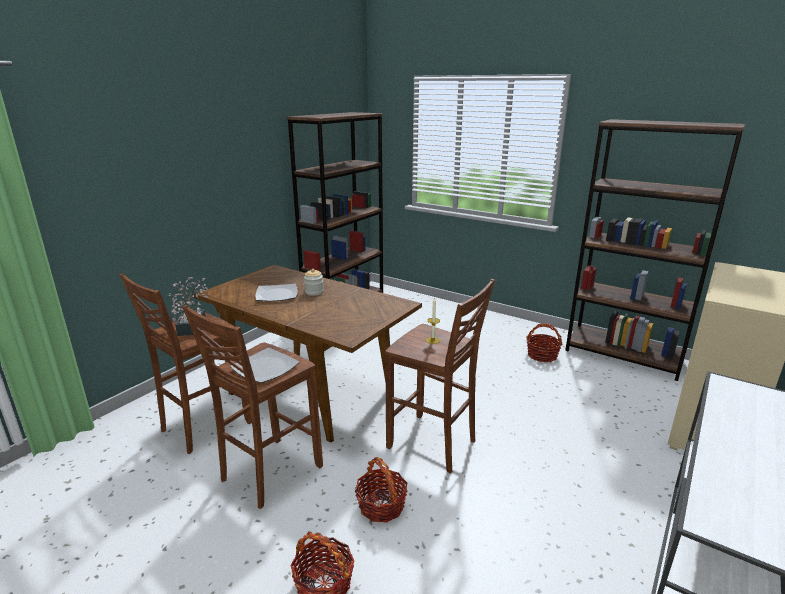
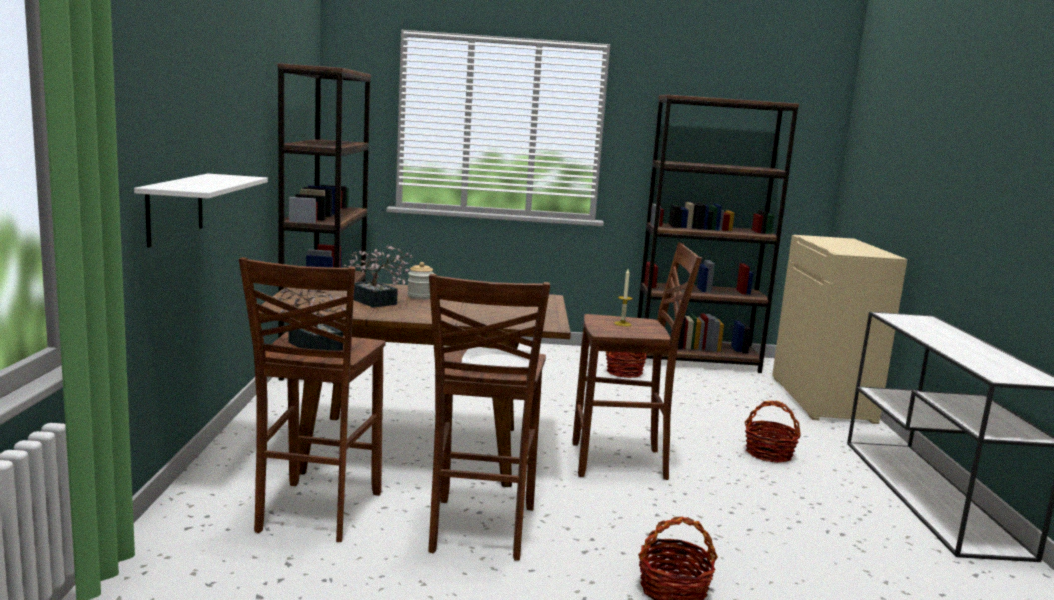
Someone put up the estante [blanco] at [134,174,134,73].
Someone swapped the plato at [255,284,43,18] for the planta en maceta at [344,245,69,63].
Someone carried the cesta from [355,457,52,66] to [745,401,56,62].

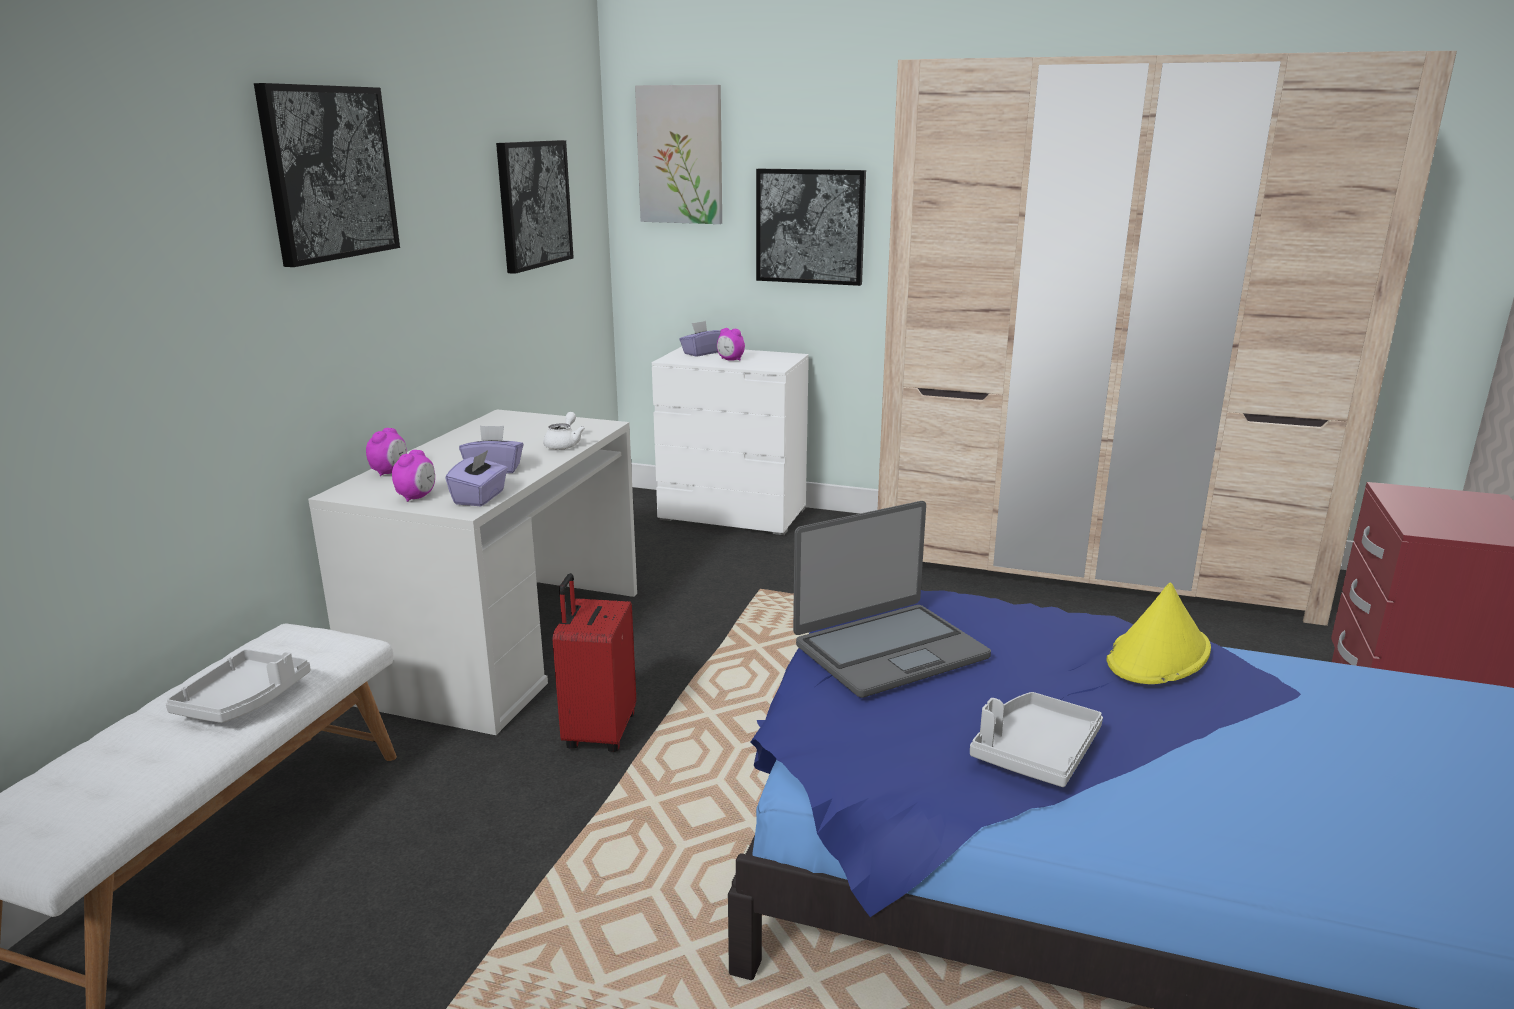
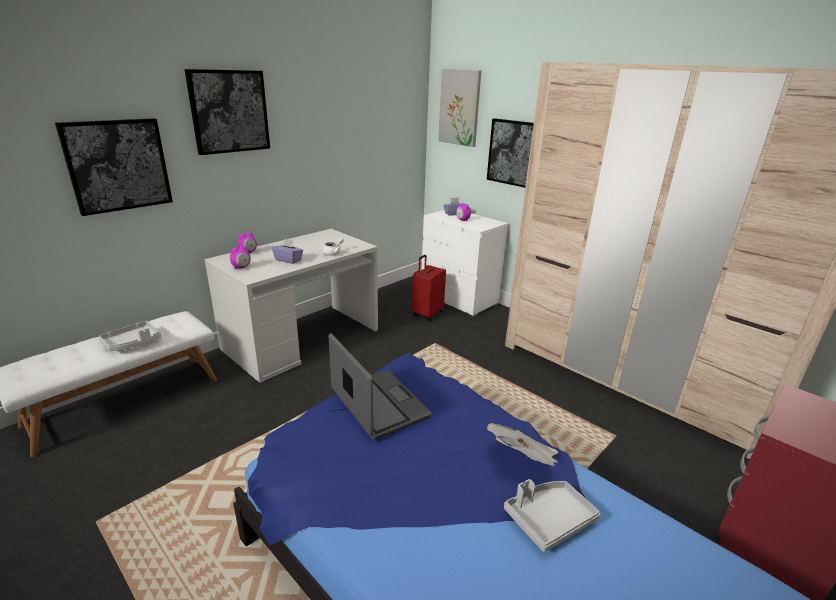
Someone carried the cuadro from [496,140,78,134] to [55,118,118,98].
Someone rotated the portátil at [793,501,198,197] by 120 degrees counterclockwise.
Someone carried the maleta [rojo] from [552,573,84,179] to [412,255,34,66].
Someone swapped the sombrero [amarillo] at [1107,582,104,102] for the periódico at [487,423,71,43].
Someone carried the bandeja [gris] from [970,692,133,95] to [504,479,96,73].
Someone took away the caja de pañuelos [morado] at [445,450,63,56].

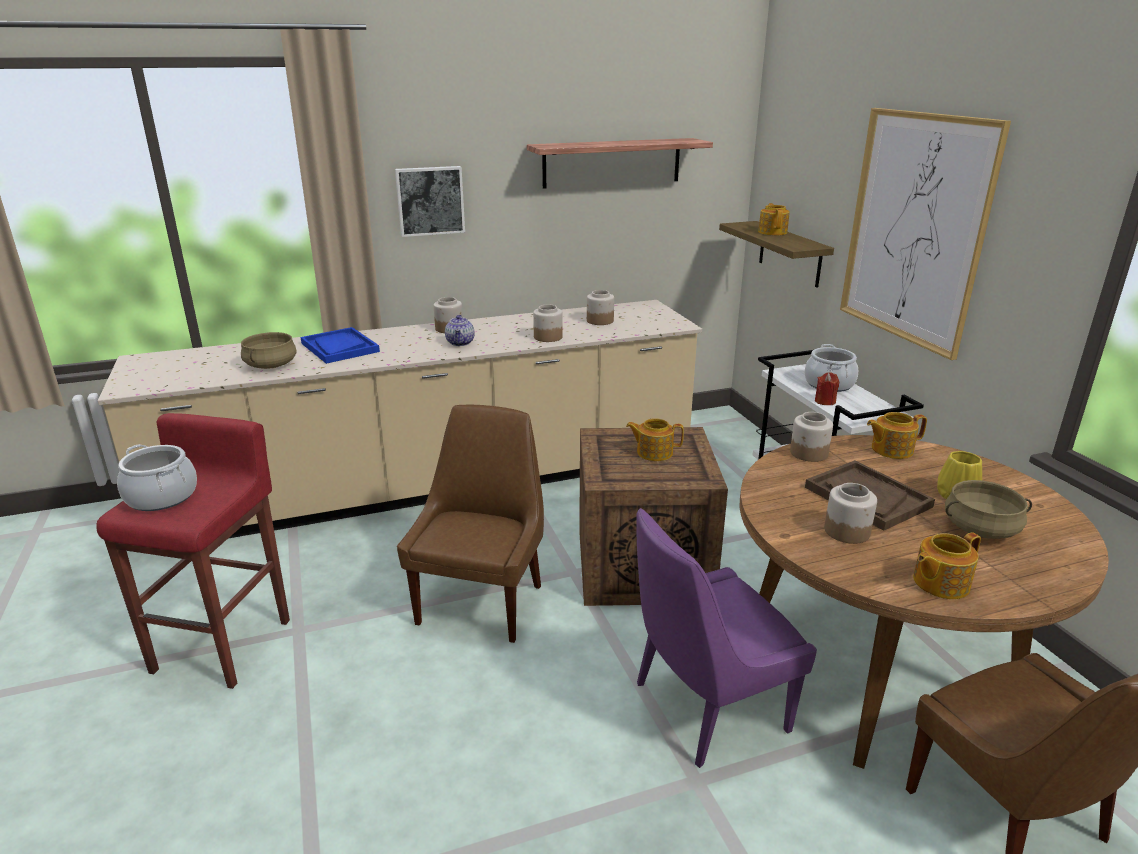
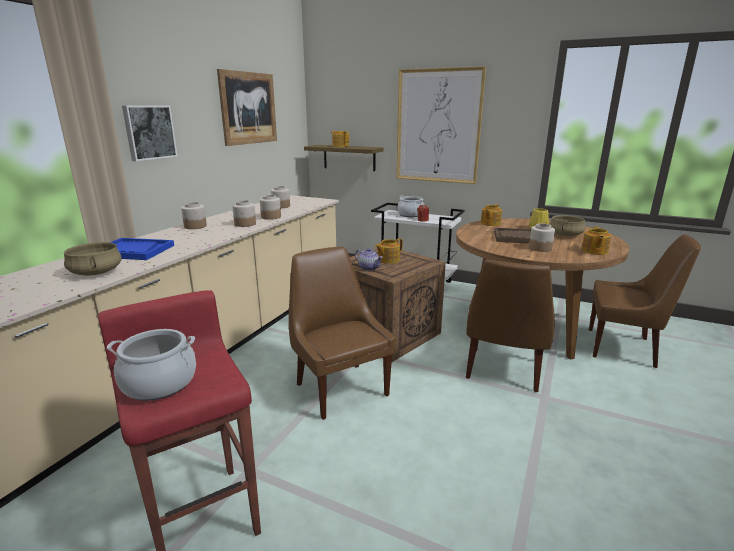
Someone swapped the estante at [527,138,186,51] for the cuadro at [217,69,60,77].
Someone carried the tarro from [790,412,43,50] to [232,200,24,27].
Someone carried the tetera from [445,315,30,31] to [355,248,28,23].
Someone repainted the silla [morado] at [636,508,181,260], which became the silla [marrón] at [466,259,89,133].

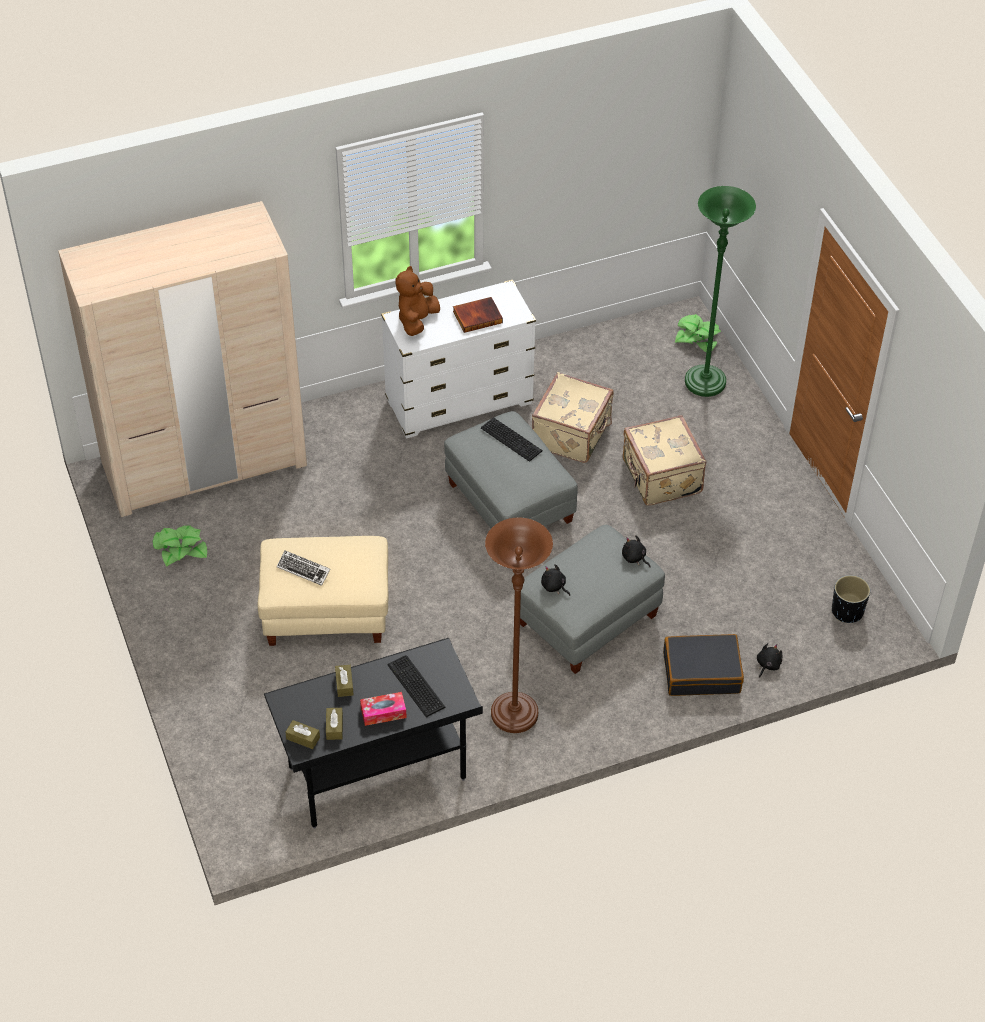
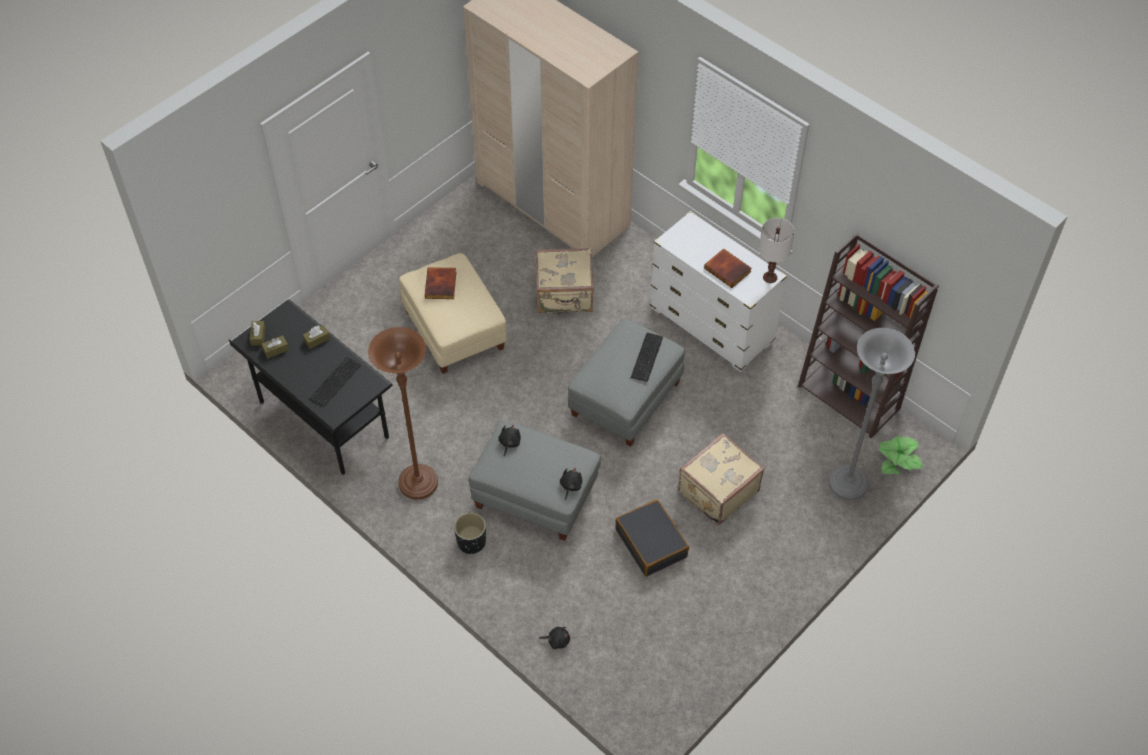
Someone swapped the teclado at [277,551,53,35] for the libro at [425,267,32,32].
Someone carried the maceta [negro] from [832,575,38,48] to [454,512,32,42].
Someone carried the maleta [beis] from [532,372,82,91] to [536,248,58,65].
Someone carried the maleta [negro] from [663,634,81,62] to [615,499,74,78].
Someone put down the lámpara de mesa [blanco] at [759,218,35,65].
Someone put down the estantería [marrón] at [798,232,141,206].
Someone repainted the lámpara de pie [verde] at [685,186,71,211], which became the lámpara de pie [gris] at [829,328,86,172].
Someone took away the planta en maceta at [153,525,54,42].
Someone took away the caja de pañuelos at [360,692,47,34].
Someone took away the peluche [marrón] at [395,266,45,70].

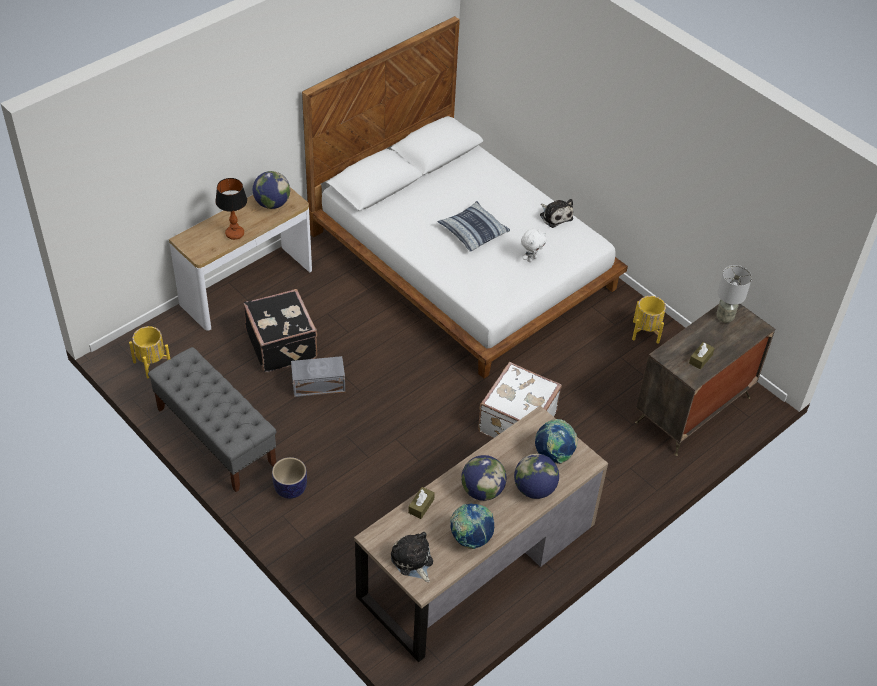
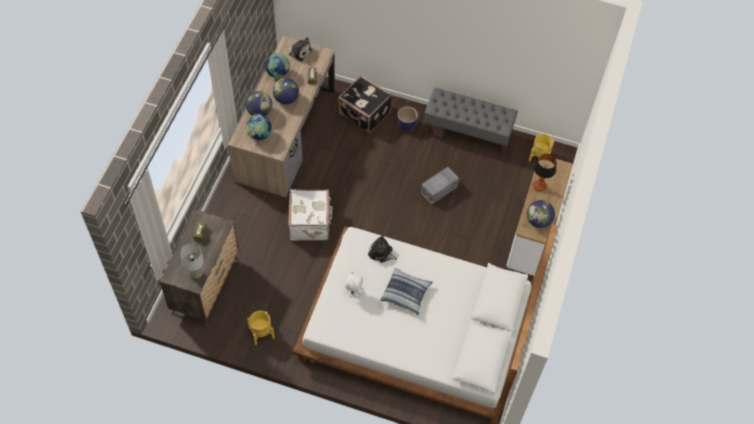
Someone carried the maleta [negro] from [243,289,75,83] to [338,75,54,58].
Someone carried the peluche from [540,199,33,29] to [368,234,30,29].

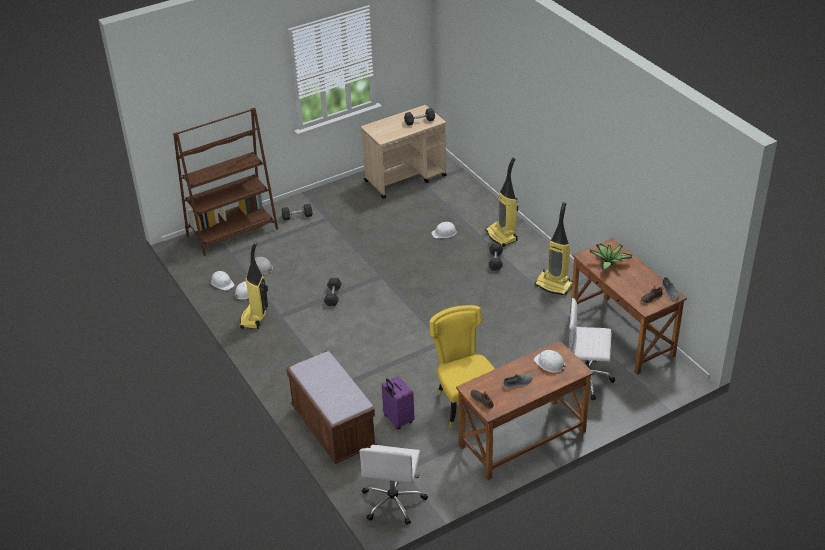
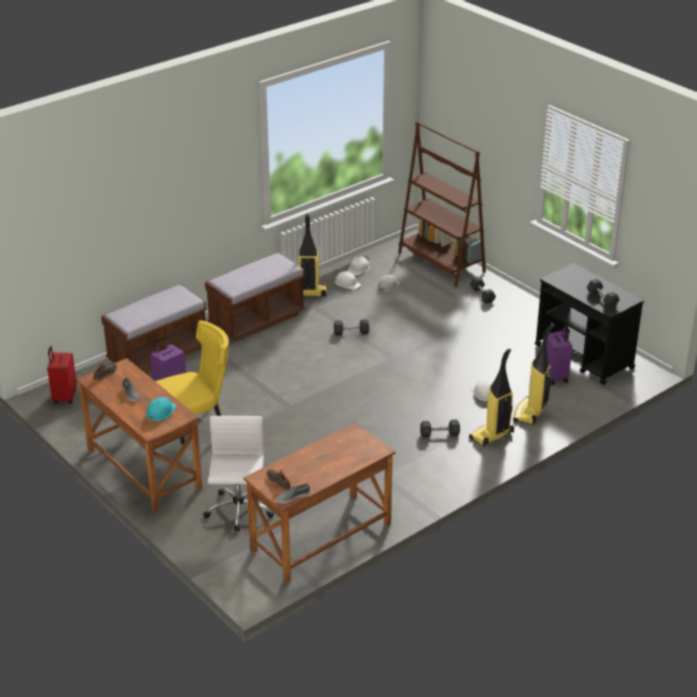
Someone swapped the silla de oficina [blanco] at [360,445,68,80] for the maleta [rojo] at [47,346,30,58].
Someone repainted the casco [blanco] at [534,350,32,23], which became the casco [turquesa] at [146,397,31,24].
Someone put down the banco [marrón] at [205,253,100,89].
Someone carried the aspiradora from [535,202,38,94] to [513,323,41,102].
Someone repainted the carrito [beis] at [361,105,86,94], which became the carrito [negro] at [535,263,109,122].
Someone put down the maleta [morado] at [543,325,29,60].
Someone took away the planta en maceta at [590,244,42,26].

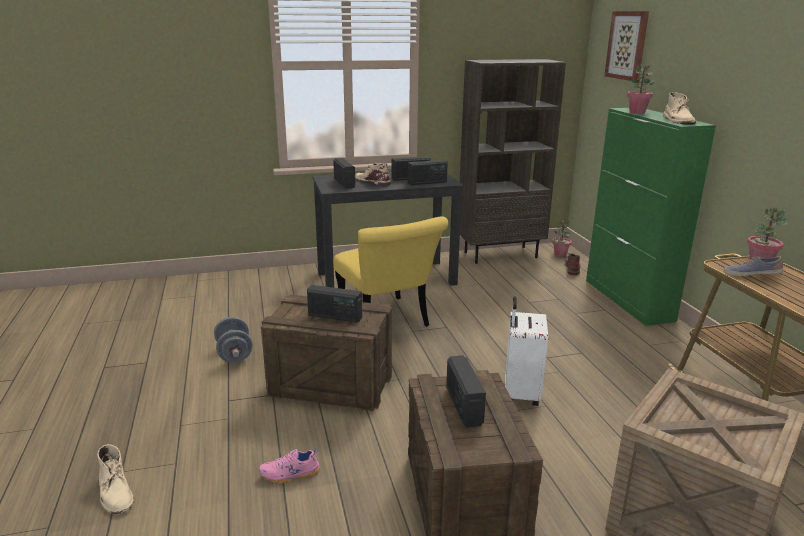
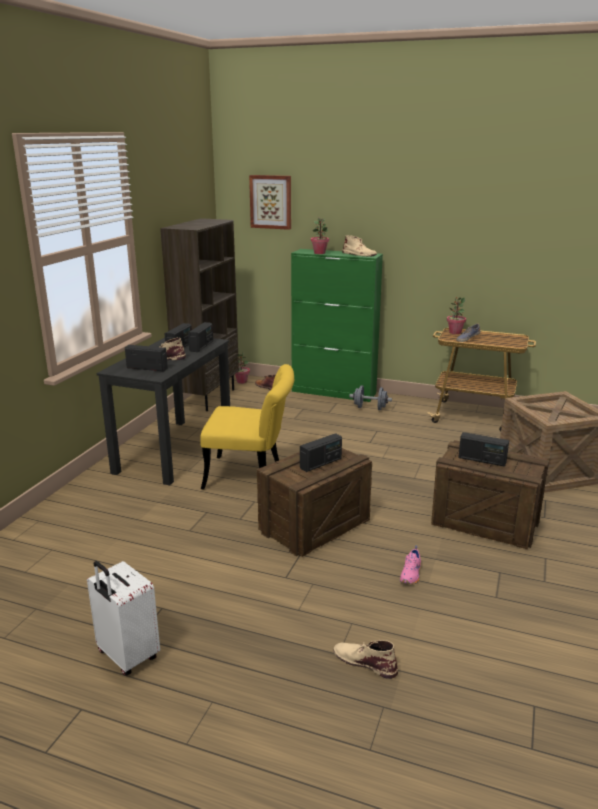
Someone carried the maleta [blanco] from [505,297,43,109] to [87,561,73,115].
Someone rotated the bota [beis] at [97,444,37,70] by 150 degrees counterclockwise.
Someone carried the mancuerna [gris] from [214,317,39,46] to [349,385,43,25].

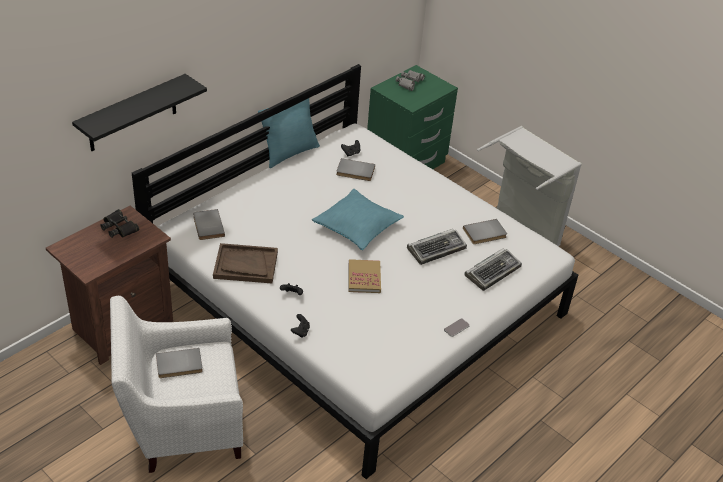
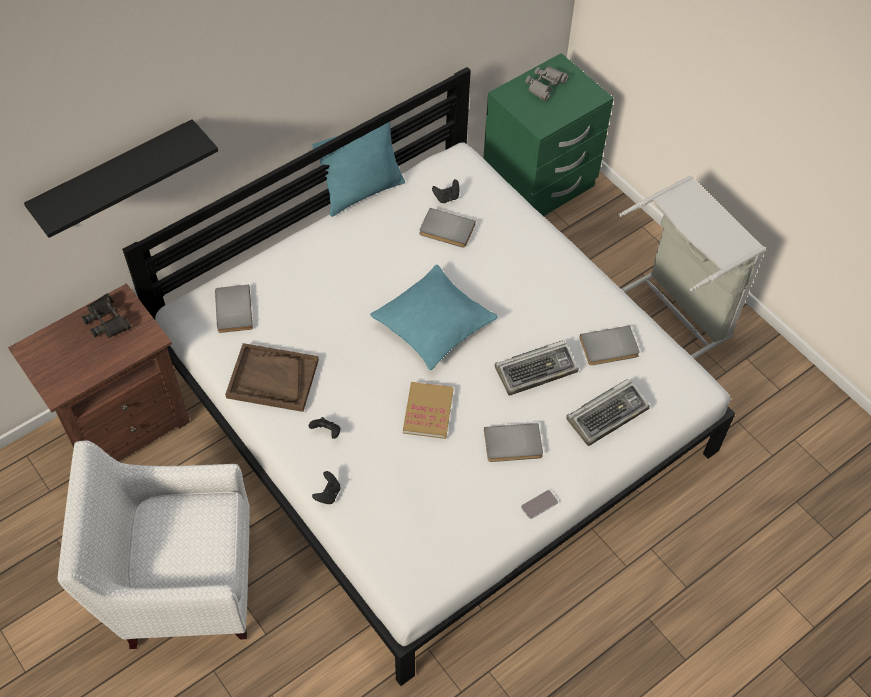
Someone carried the libro [gris] from [156,348,47,30] to [484,423,59,39].

